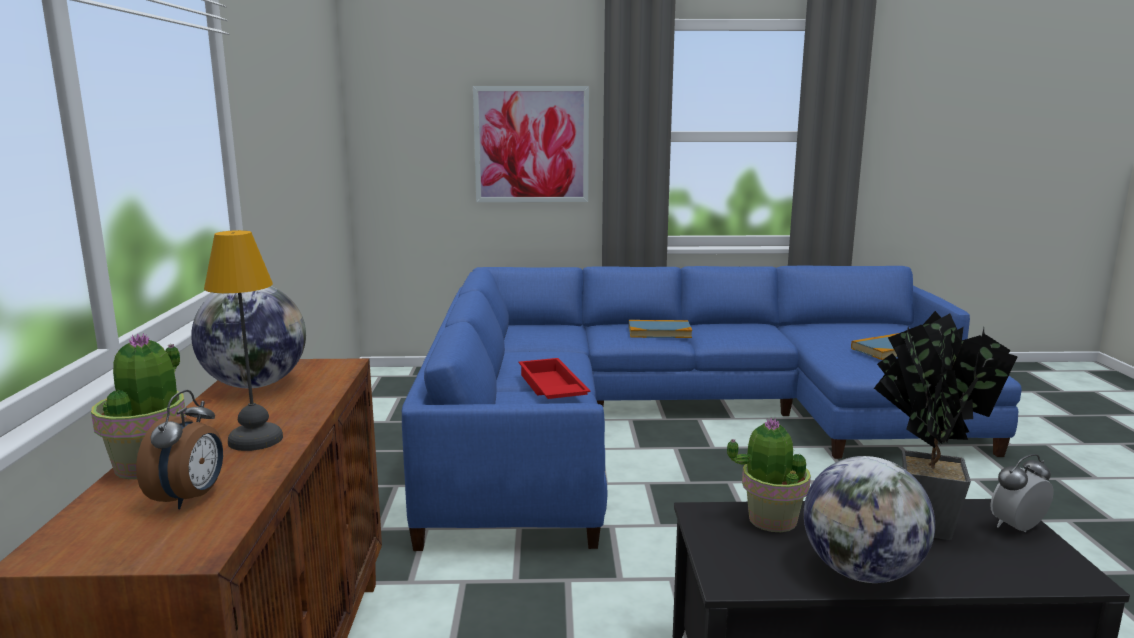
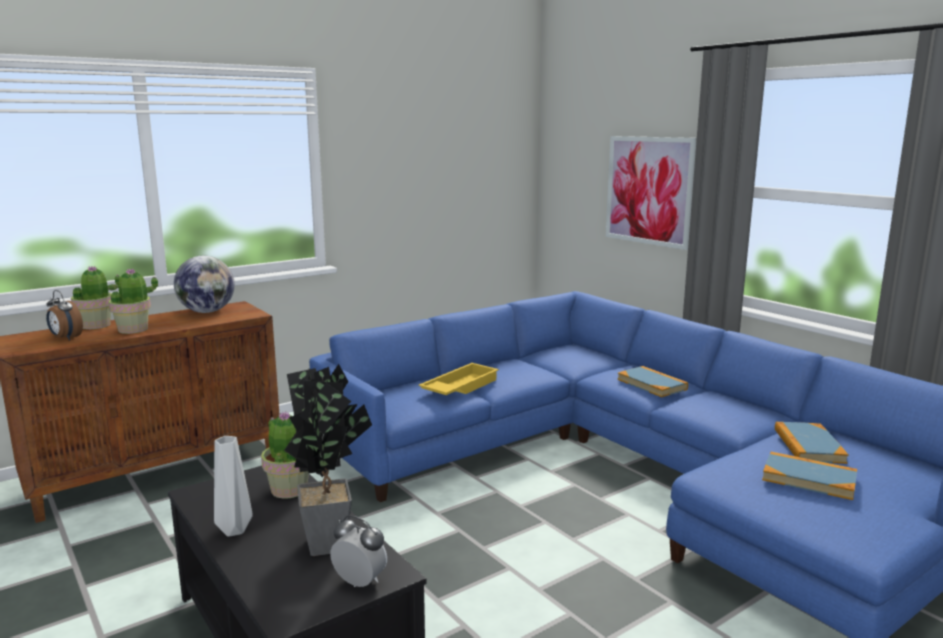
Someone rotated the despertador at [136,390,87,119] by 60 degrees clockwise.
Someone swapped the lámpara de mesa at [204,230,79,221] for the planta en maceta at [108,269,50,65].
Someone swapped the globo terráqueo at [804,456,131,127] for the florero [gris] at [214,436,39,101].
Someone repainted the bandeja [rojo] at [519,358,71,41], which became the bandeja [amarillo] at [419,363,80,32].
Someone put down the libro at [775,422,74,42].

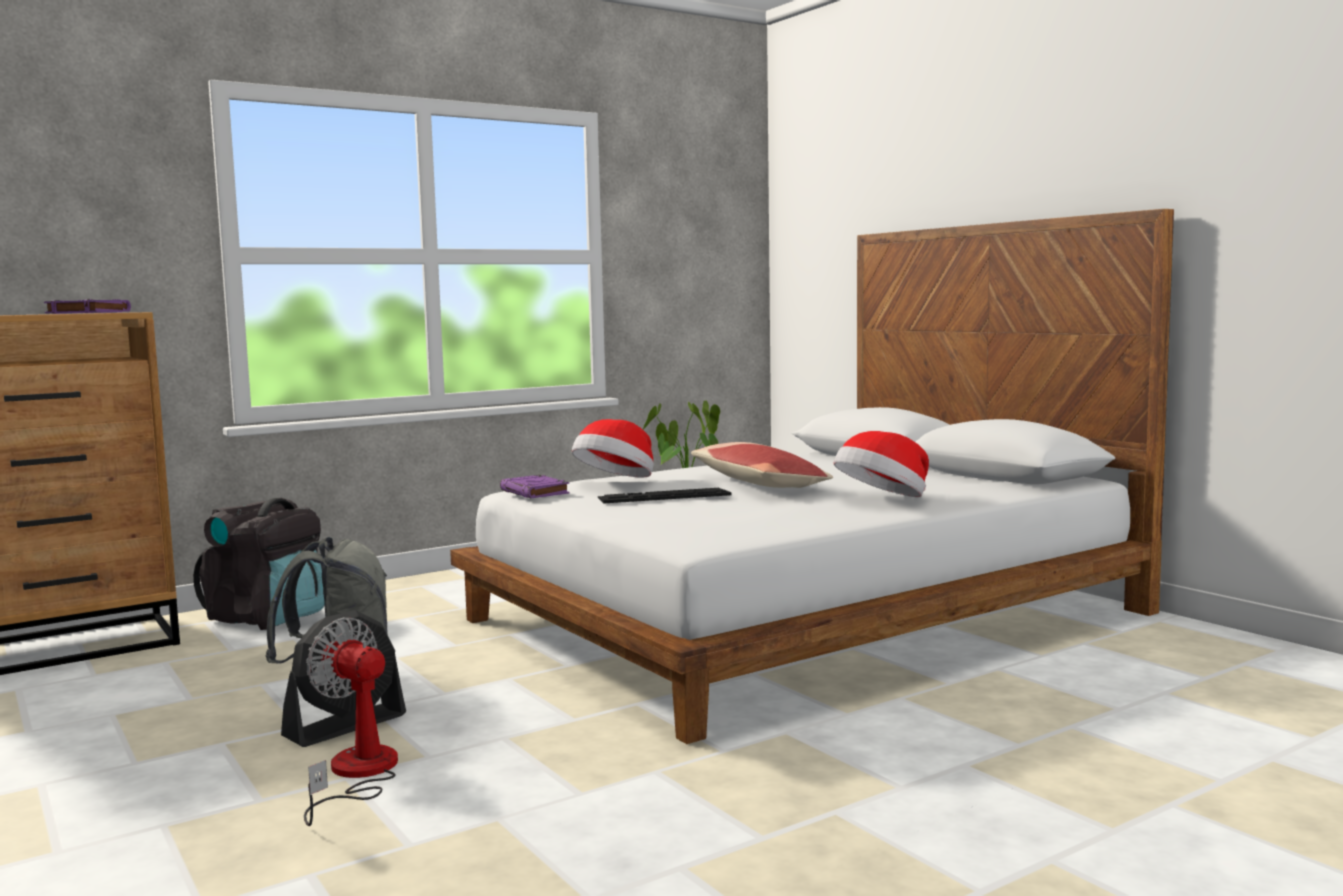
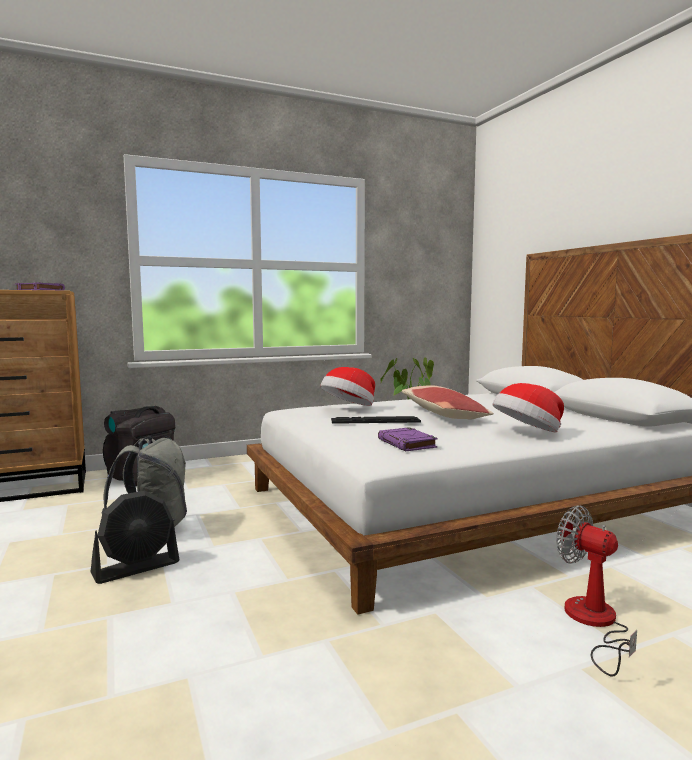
Someone carried the libro [morado] from [500,475,70,23] to [378,427,60,24].
Someone carried the ventilador from [304,617,94,209] to [556,505,81,172].

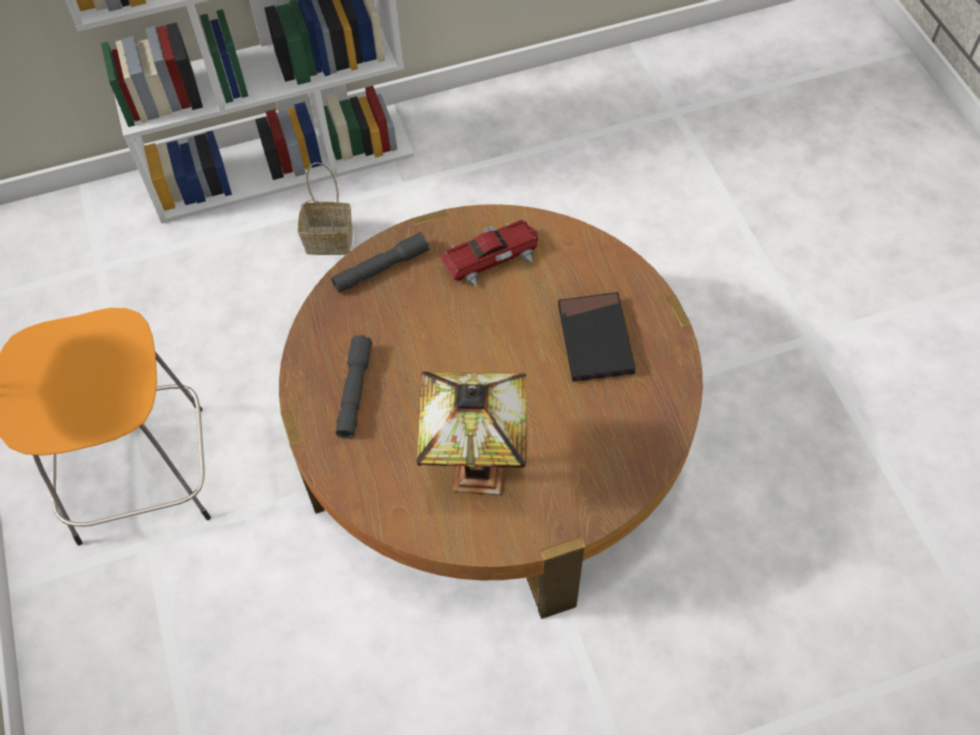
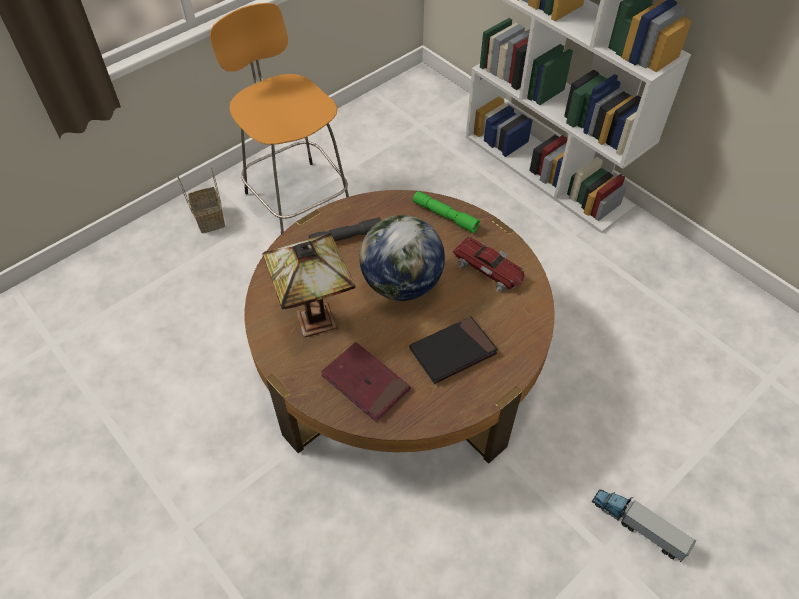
Someone carried the cesta from [298,162,55,93] to [177,166,48,67].
Someone put down the libro [rojo] at [321,342,90,80].
Someone put down the globo terráqueo at [360,215,85,86].
Someone repainted the linterna [gris] at [331,232,98,61], which became the linterna [verde] at [413,191,67,42].
Someone put down the camión de juguete at [592,489,104,73].

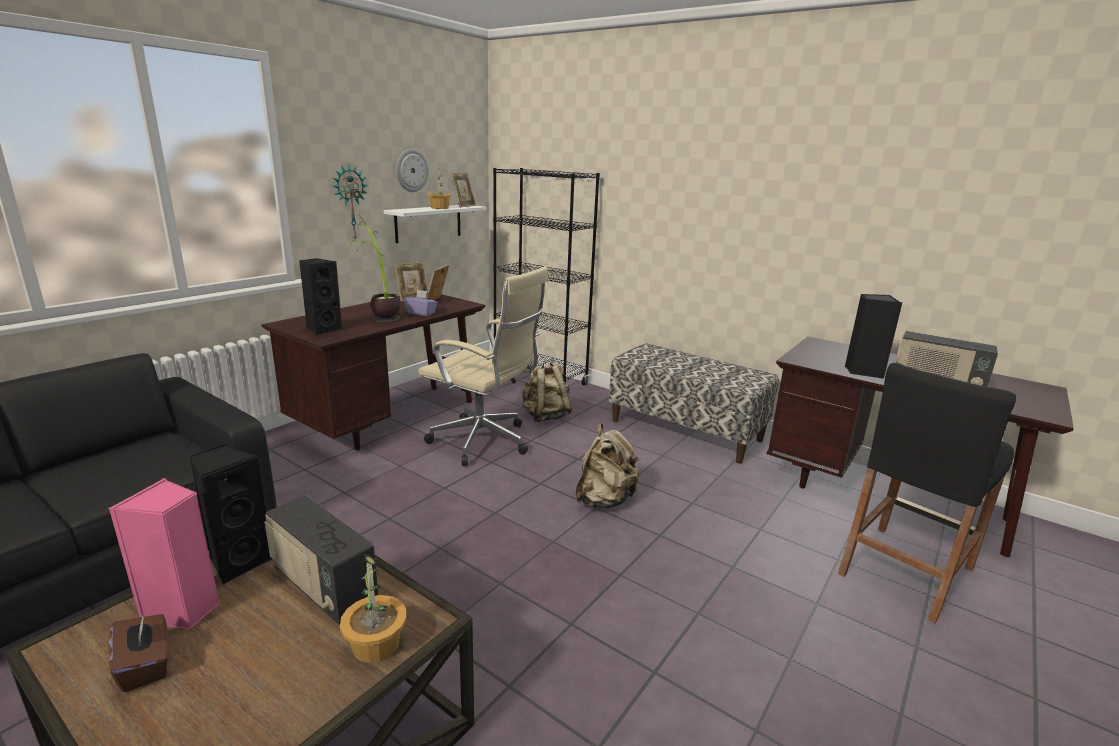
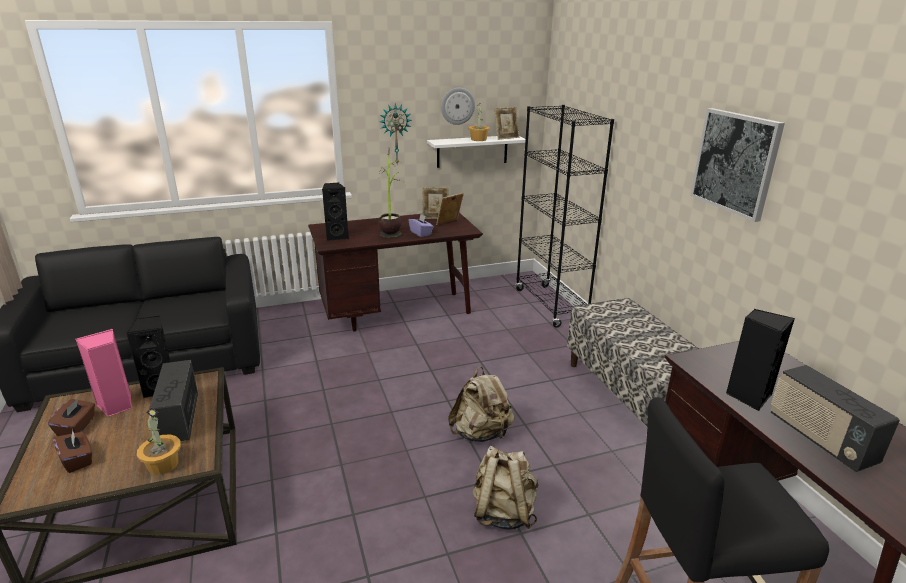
Someone put down the caja de pañuelos [marrón] at [53,429,39,44].
Someone carried the mochila [beis] from [521,360,52,62] to [472,446,66,84].
Someone put up the cuadro at [690,108,95,114].
Someone took away the silla de oficina [beis] at [418,266,131,200].

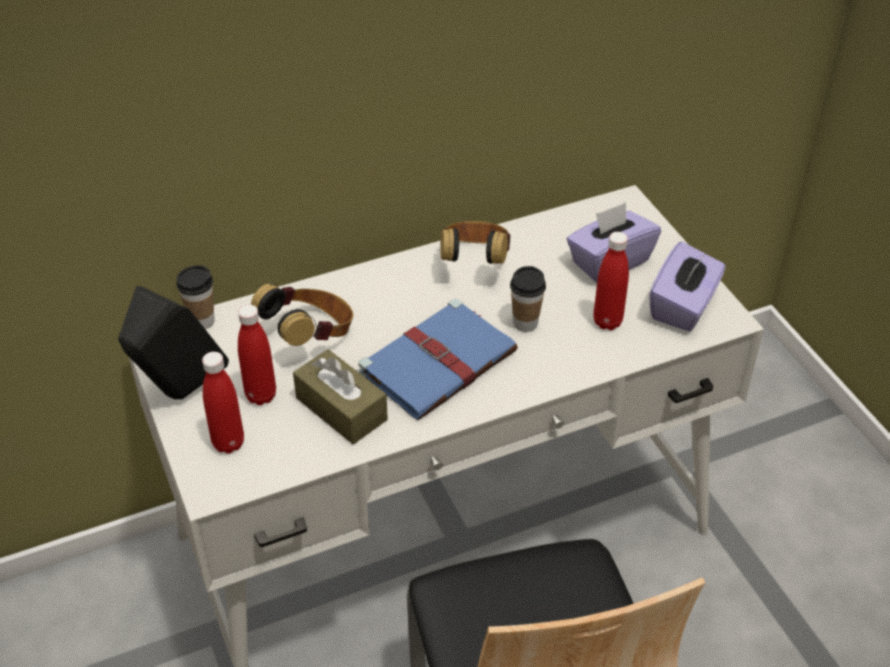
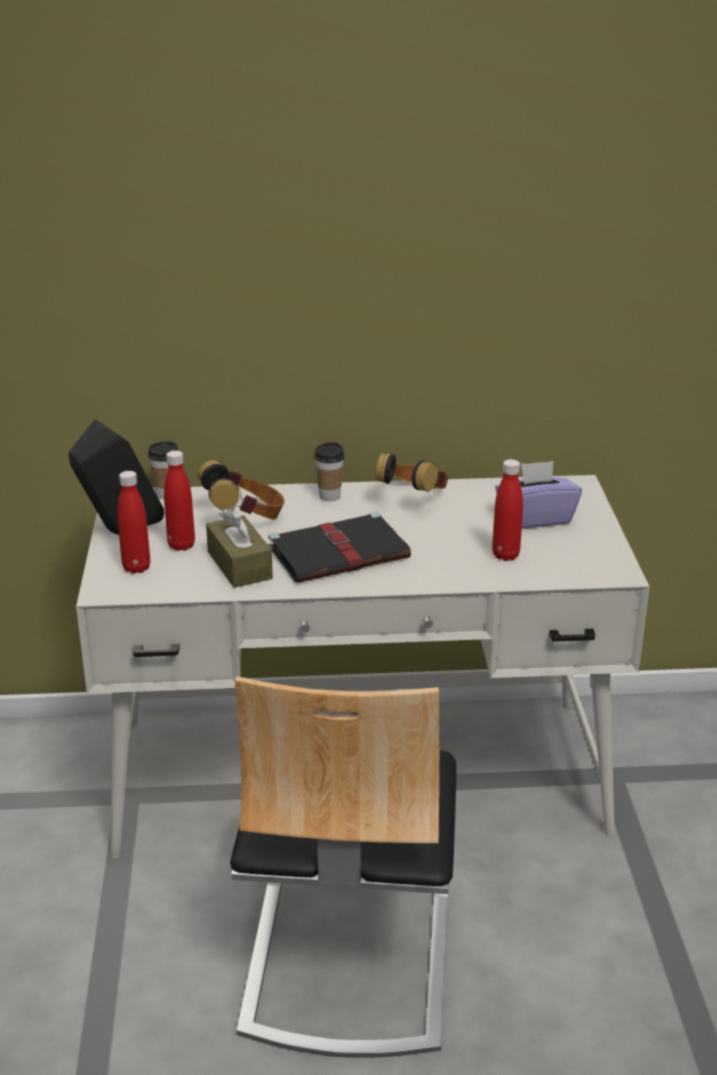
Someone repainted the libro [azul] at [359,298,159,122], which became the libro [negro] at [268,512,143,71].
Someone carried the taza from [510,266,36,66] to [314,442,31,59].
Someone took away the caja de pañuelos [morado] at [649,242,77,89].

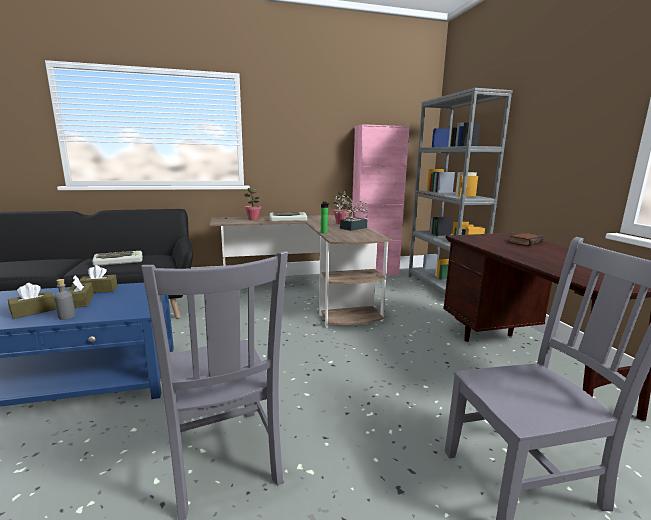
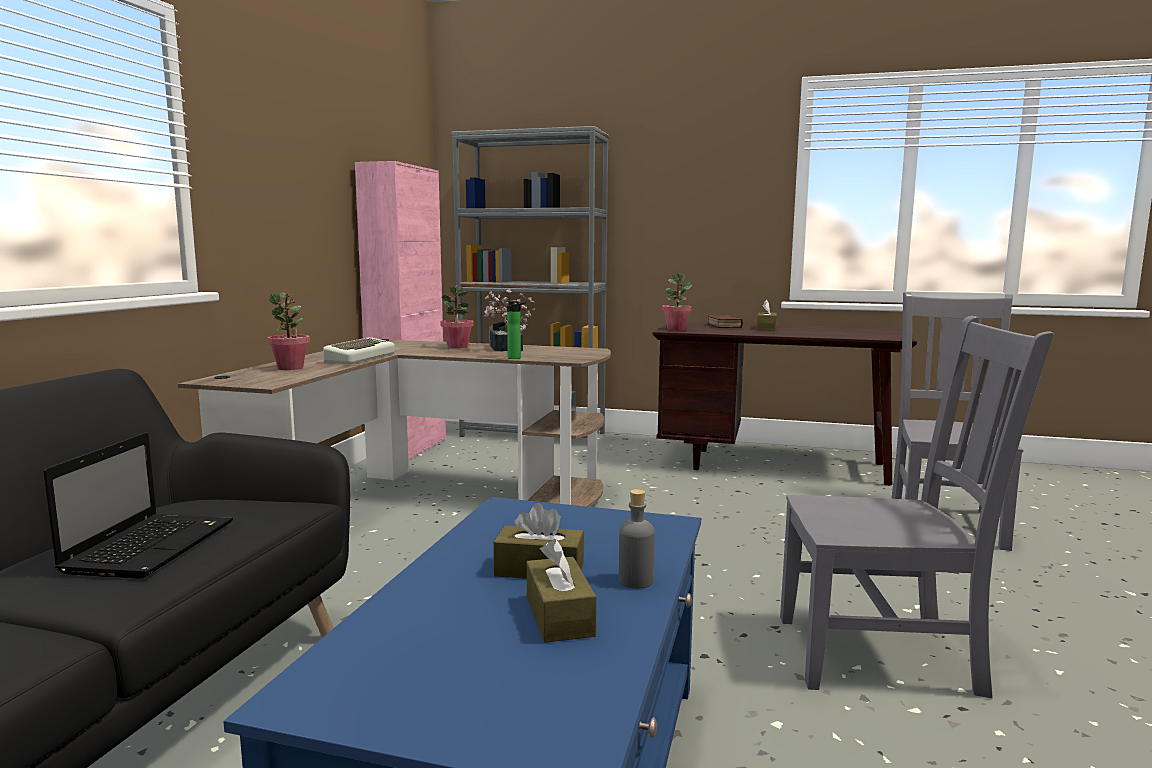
Someone swapped the teclado at [92,251,51,15] for the portátil at [44,433,189,146].
Someone put down the planta en maceta at [662,273,30,58].
Someone carried the caja de pañuelos [marrón] from [79,265,38,28] to [757,300,20,31].

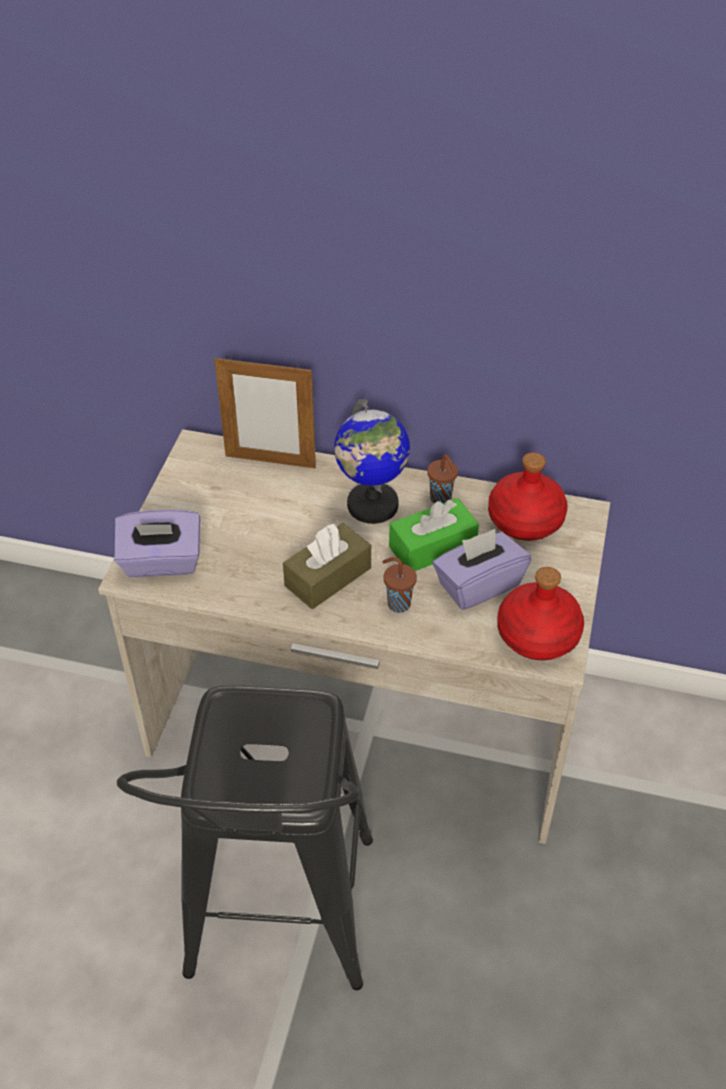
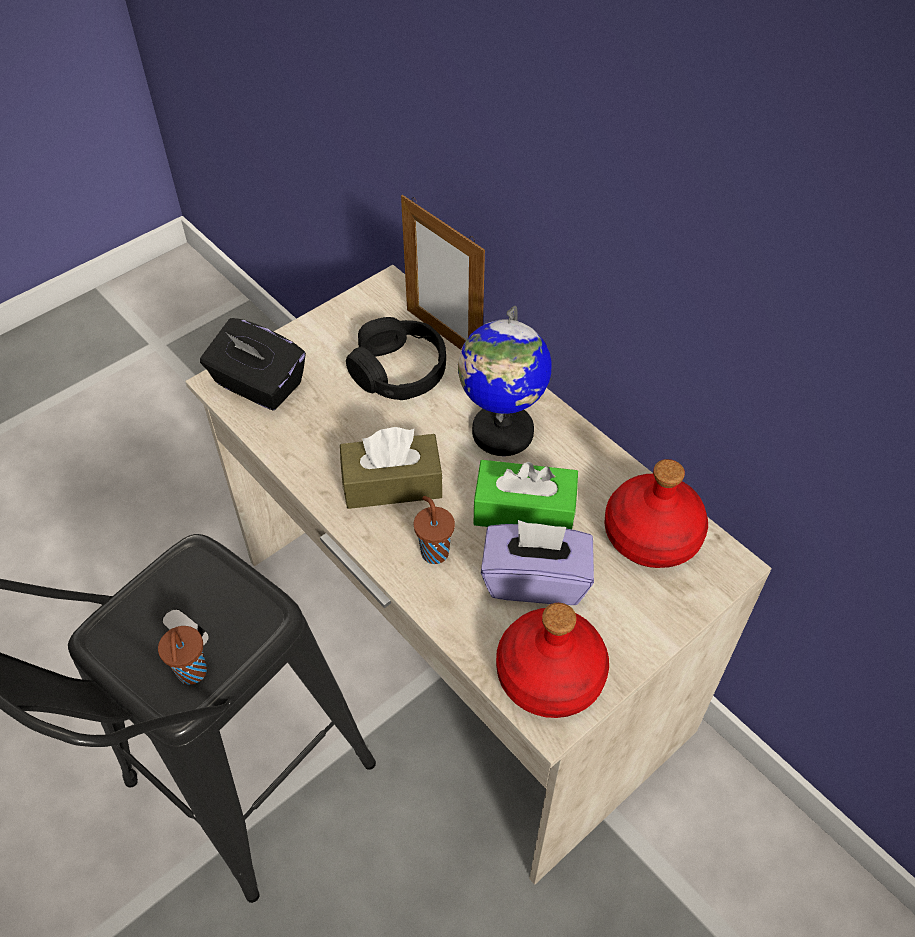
Someone carried the taza [marrón] from [427,455,31,49] to [158,626,49,59].
Someone repainted the caja de pañuelos [morado] at [114,510,86,67], which became the caja de pañuelos [negro] at [200,318,106,92].
Someone put down the auriculares [negro] at [346,317,100,83].

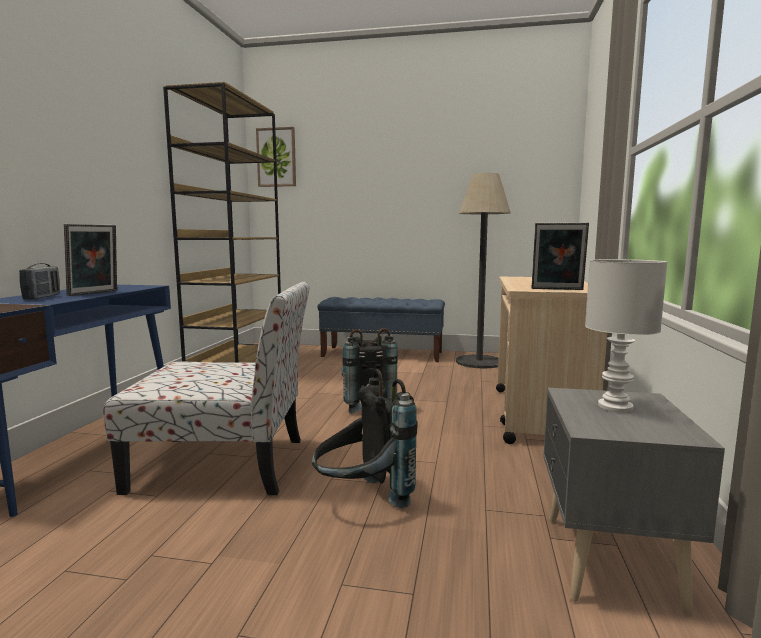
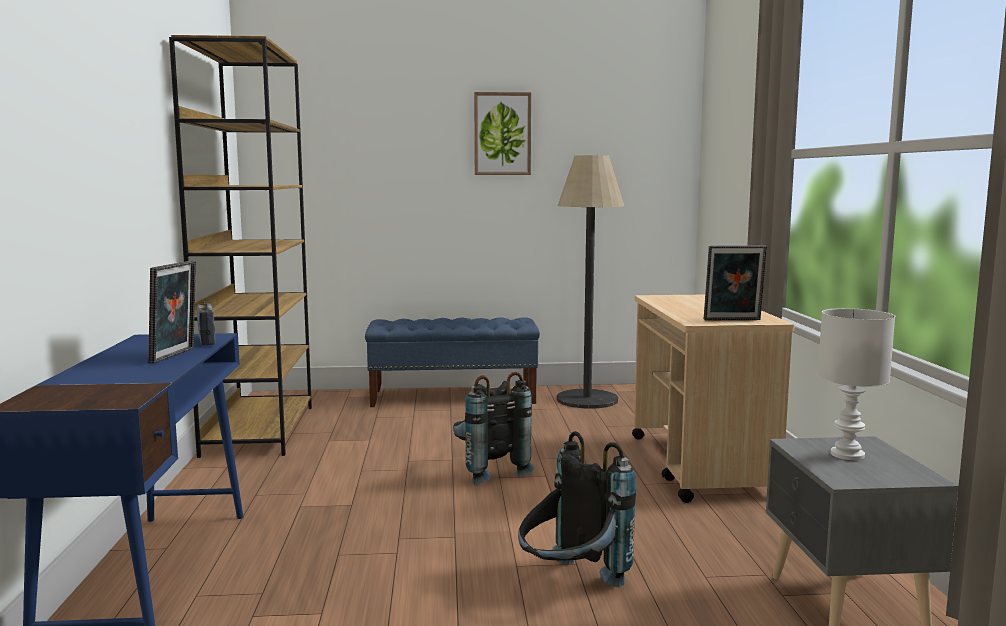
Someone carried the radio from [19,263,41,37] to [197,301,18,45].
Someone carried the cuadro from [256,127,40,60] to [474,92,57,83].
Someone took away the silla at [103,282,206,213].

